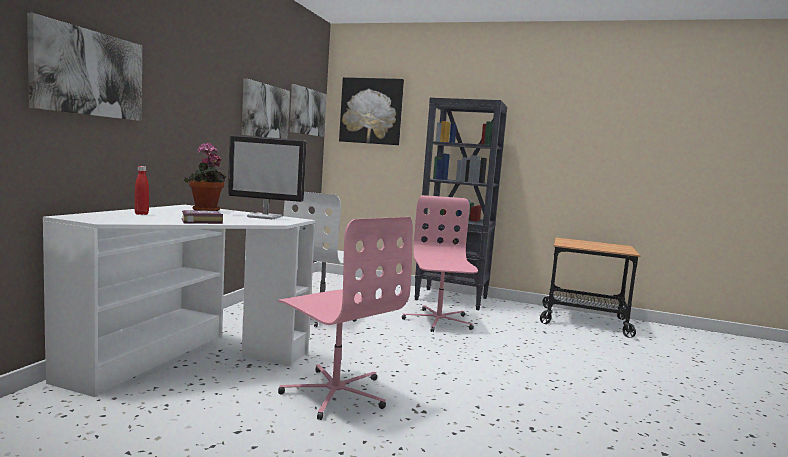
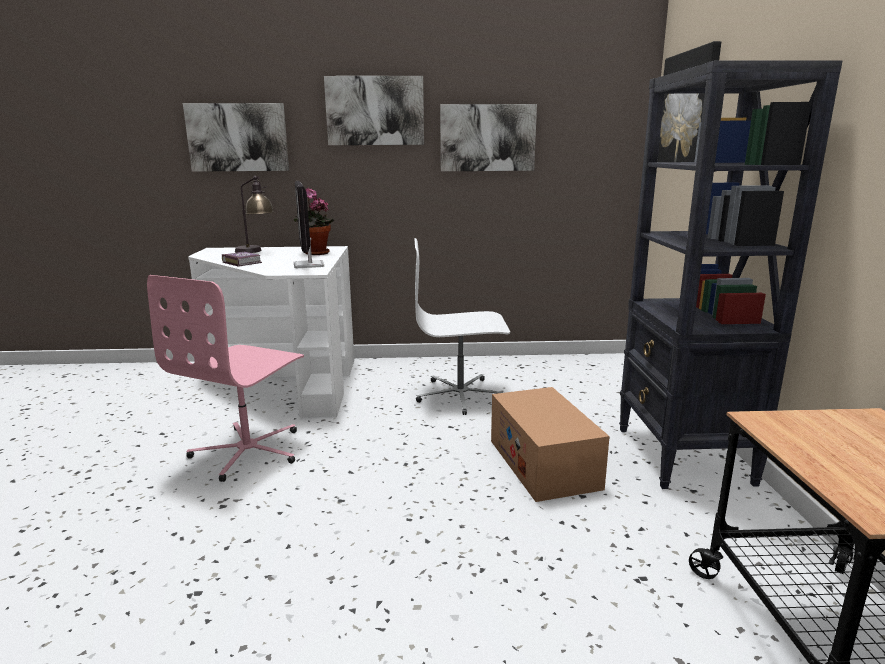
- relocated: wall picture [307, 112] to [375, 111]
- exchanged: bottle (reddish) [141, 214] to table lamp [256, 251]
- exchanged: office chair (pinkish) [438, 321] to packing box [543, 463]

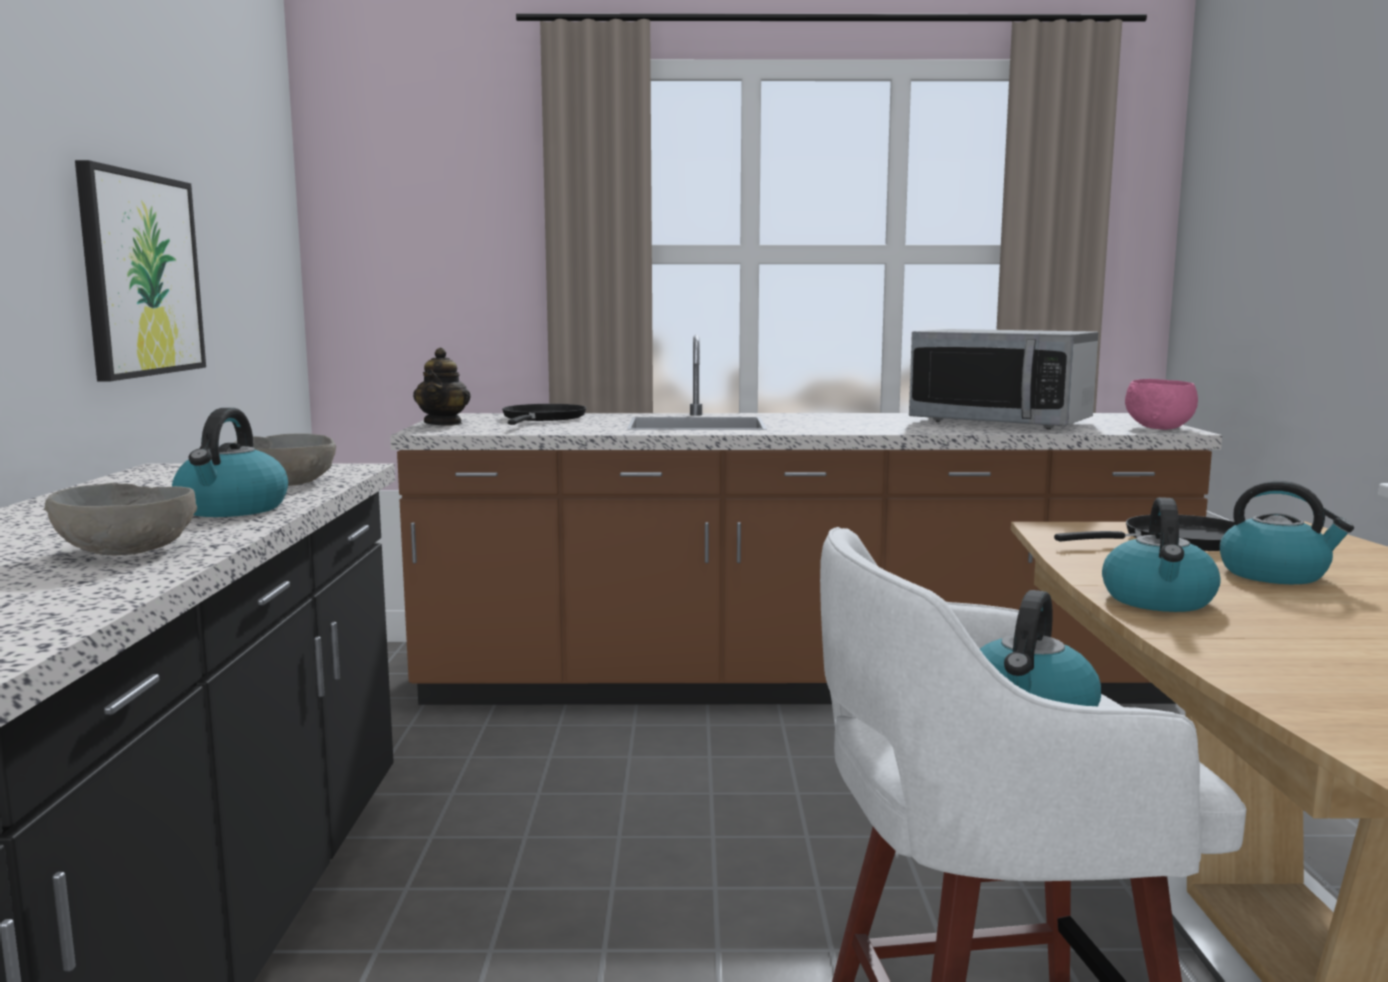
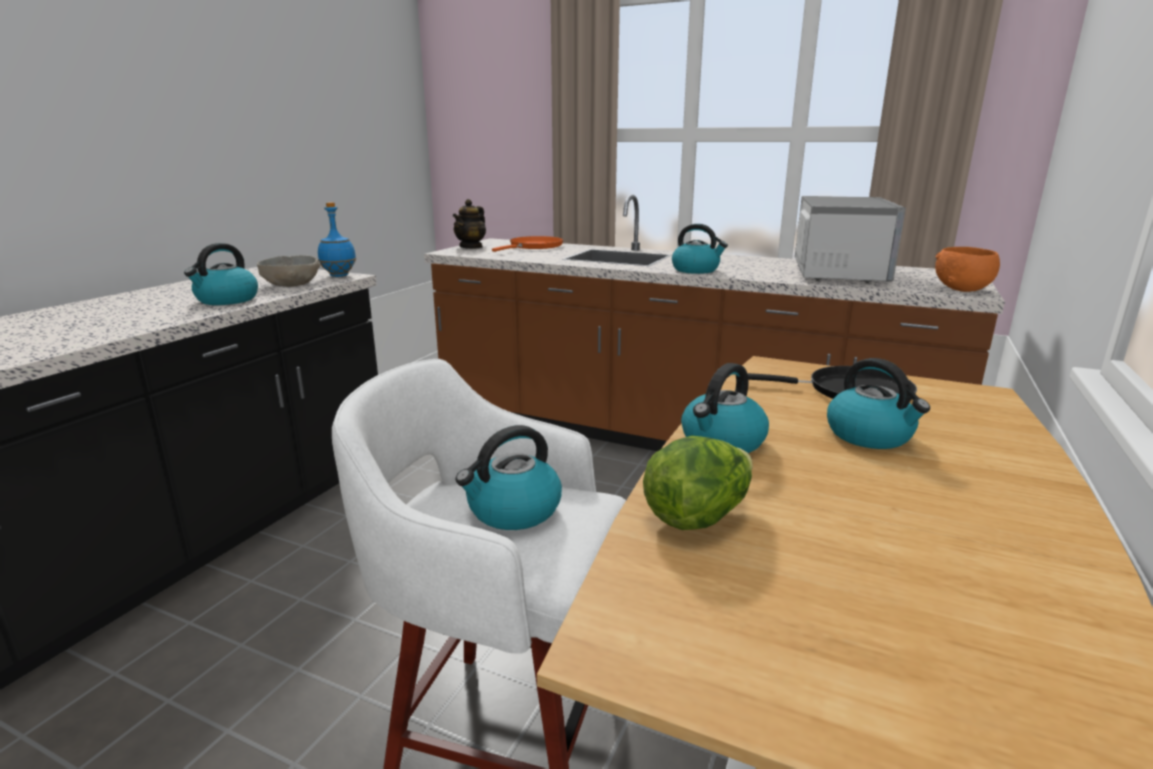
- missing: wall picture [141, 275]
- spun: microwave oven [1001, 422] = [837, 273] 135 degrees counterclockwise
- colour: bowl (pinkish) [1160, 428] to bowl (orangey) [963, 289]
- colour: frying pan (blackish) [542, 419] to frying pan (orangey) [534, 247]
- missing: bowl (gray) [129, 550]
- appeared: bottle (bluish) [339, 276]
- appeared: tea kettle [696, 270]
- appeared: lettuce head [698, 515]

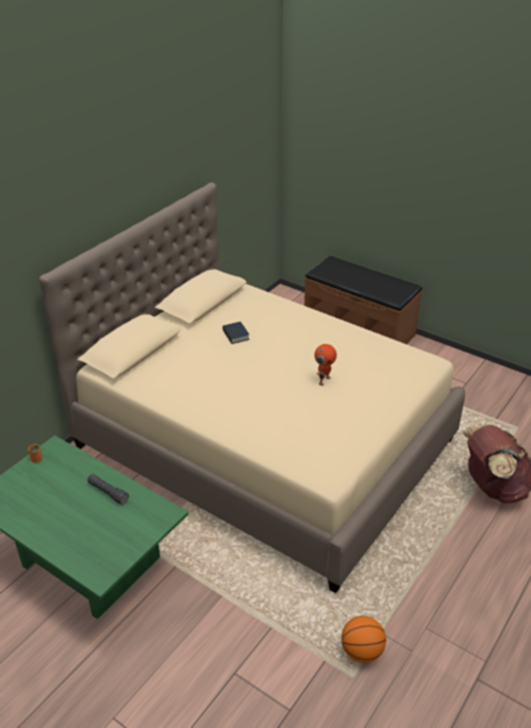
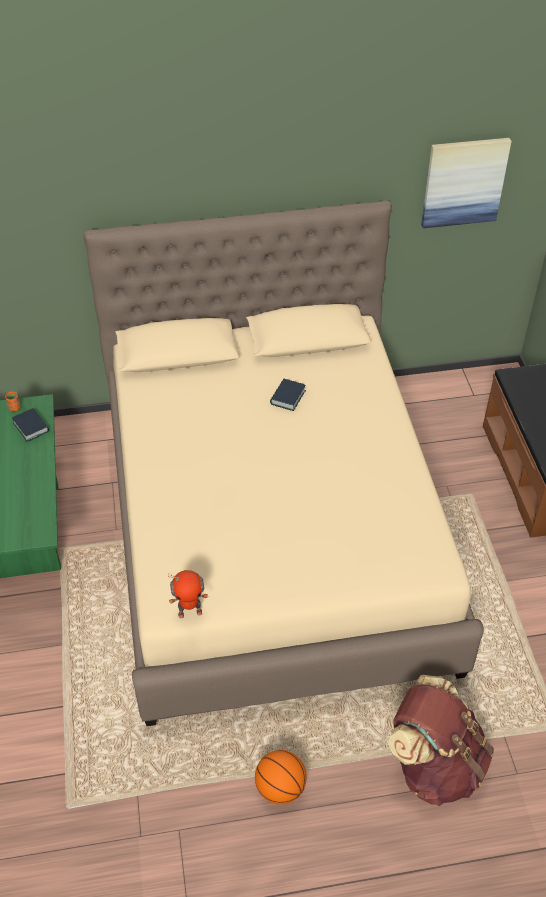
- relocated: toy robot [323, 380] to [190, 612]
- missing: hand torch (blackish) [108, 493]
- relocated: basketball ball [362, 651] to [280, 788]
- appeared: wall picture [464, 182]
- appeared: volume [31, 427]

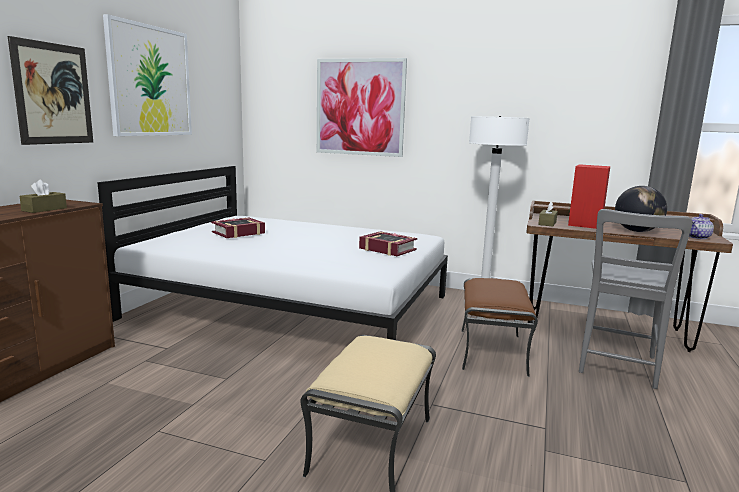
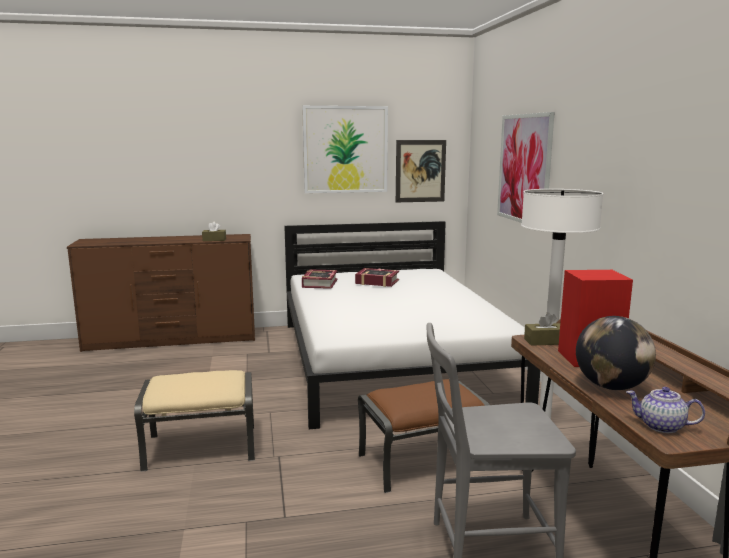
- relocated: wall picture [53, 94] to [420, 171]
- relocated: volume [387, 249] to [319, 283]

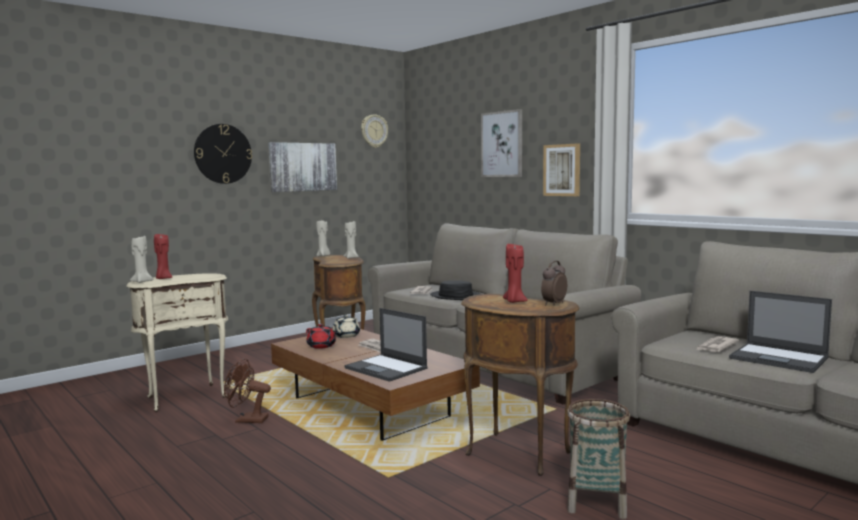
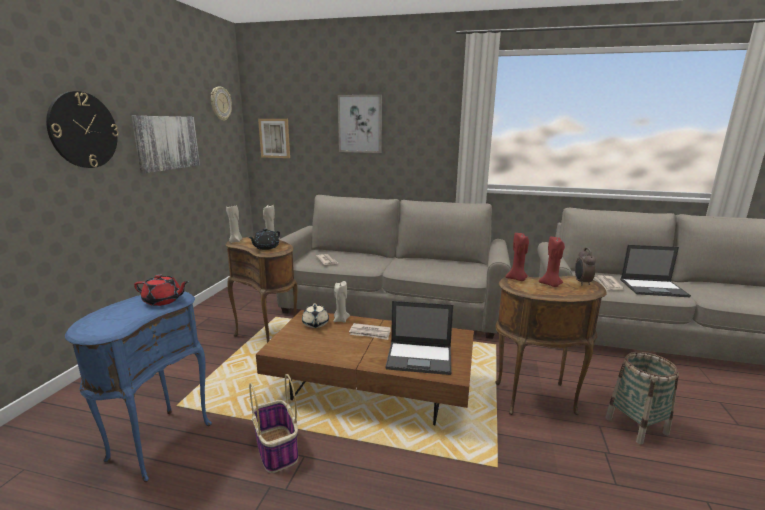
- relocated: wall picture [562, 170] to [275, 138]
- relocated: wax candle (reddish) [163, 278] to [517, 279]
- relocated: wax candle (beige-coloured) [142, 281] to [340, 320]
- colour: accent table (beige-coloured) [185, 397] to accent table (bluish) [157, 442]
- missing: hat (blackish) [455, 296]
- relocated: tea pot (reddish) [321, 346] to [163, 301]
- exchanged: cooling fan (brownish) [247, 420] to storage basket [277, 449]
- appeared: tea pot (blackish) [265, 247]

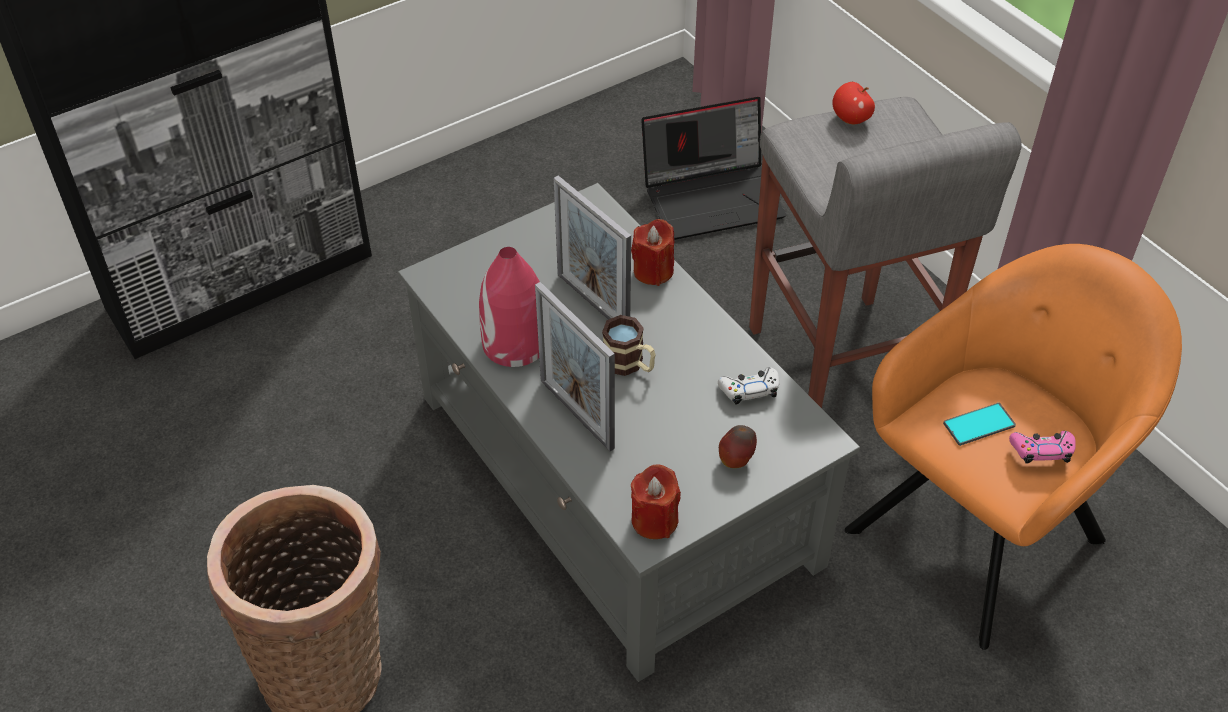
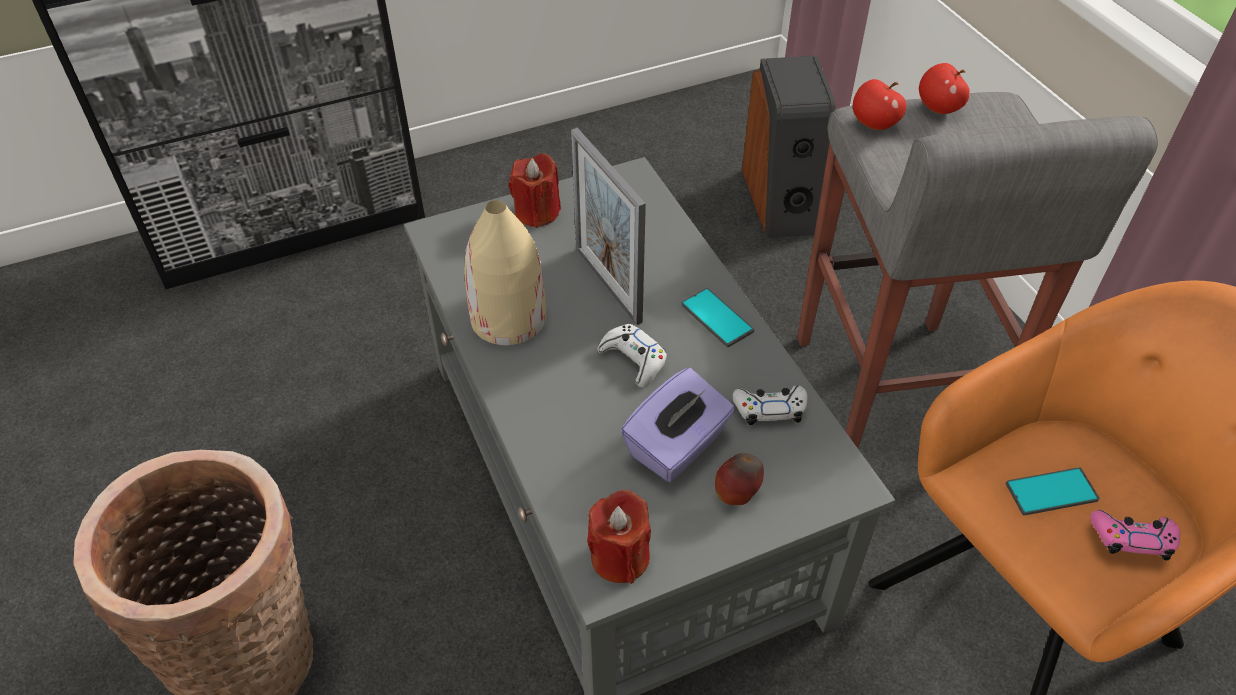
- exchanged: notebook computer [713, 197] to speaker [783, 200]
- relocated: wax candle (reddish) [653, 271] to [537, 212]
- colour: vase (reddish) [514, 343] to vase (beige-coloured) [508, 318]
- missing: photo frame [576, 414]
- exchanged: tea mug [630, 364] to game controller (white) [633, 360]
- appeared: apple fruit [874, 124]
- appeared: telephone [717, 318]
- appeared: tissue holder (purplish) [677, 446]

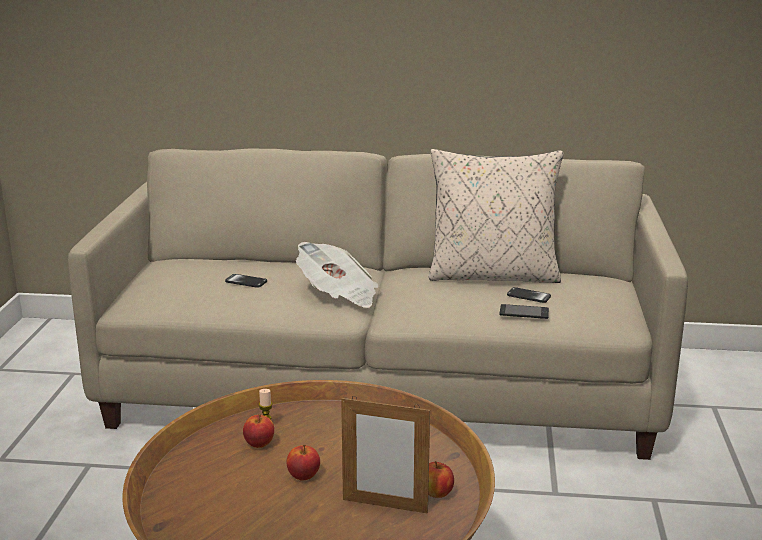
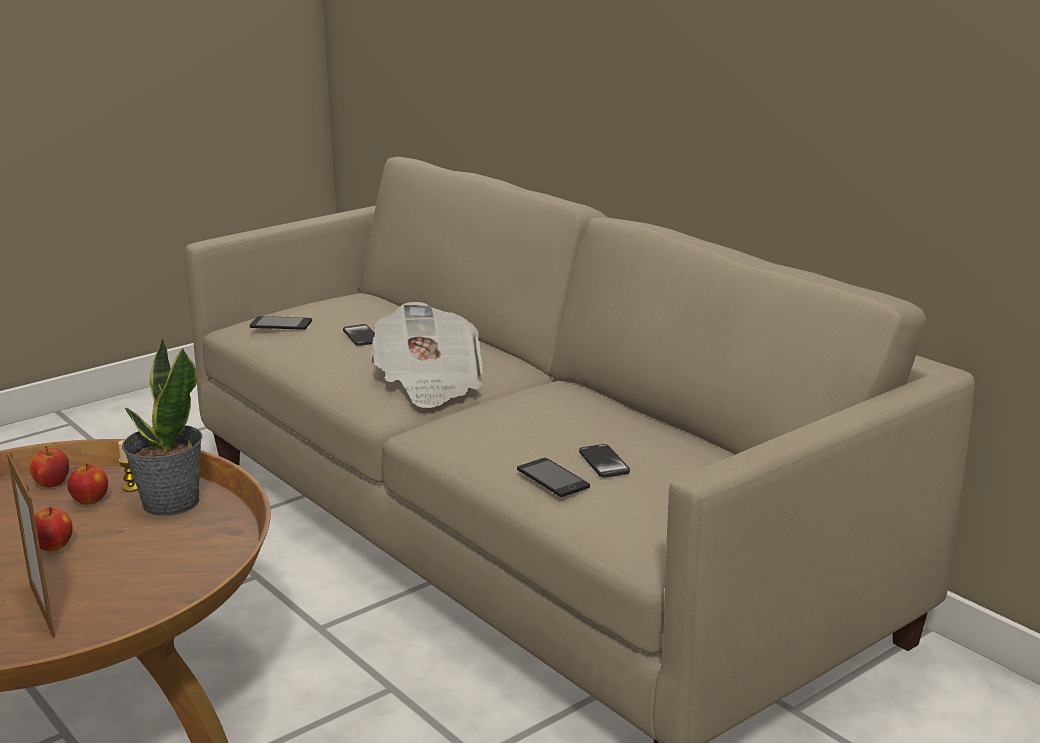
- missing: throw pillow (beige-coloured) [493, 275]
- relocated: apple fruit [437, 493] to [52, 484]
- appeared: telephone [281, 324]
- appeared: potted plant [170, 503]

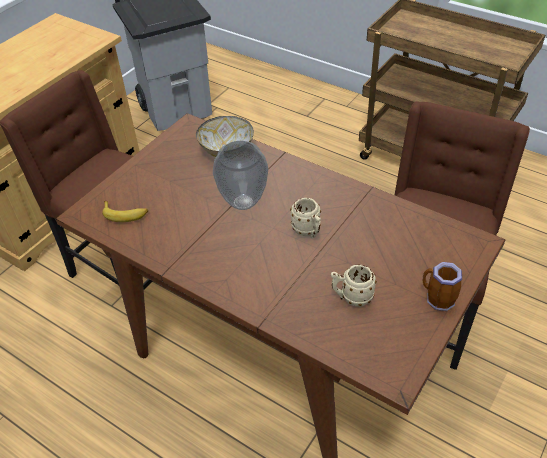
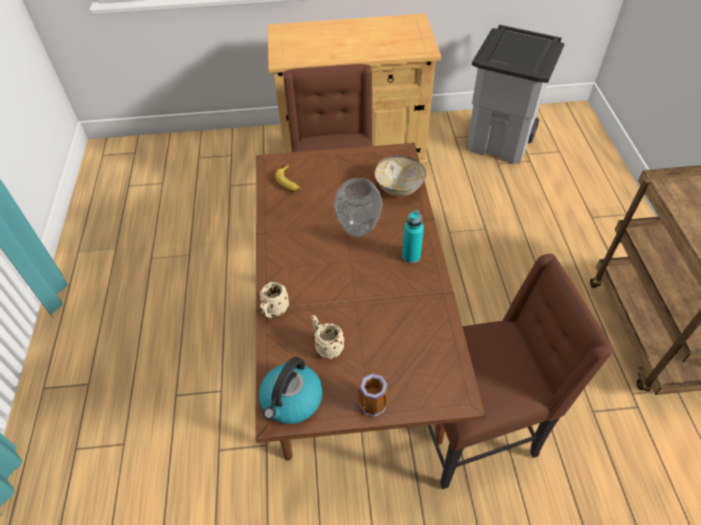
- relocated: tea mug (beige-coloured) [308, 232] to [274, 311]
- appeared: bottle (blue-green) [411, 256]
- appeared: tea kettle [291, 400]

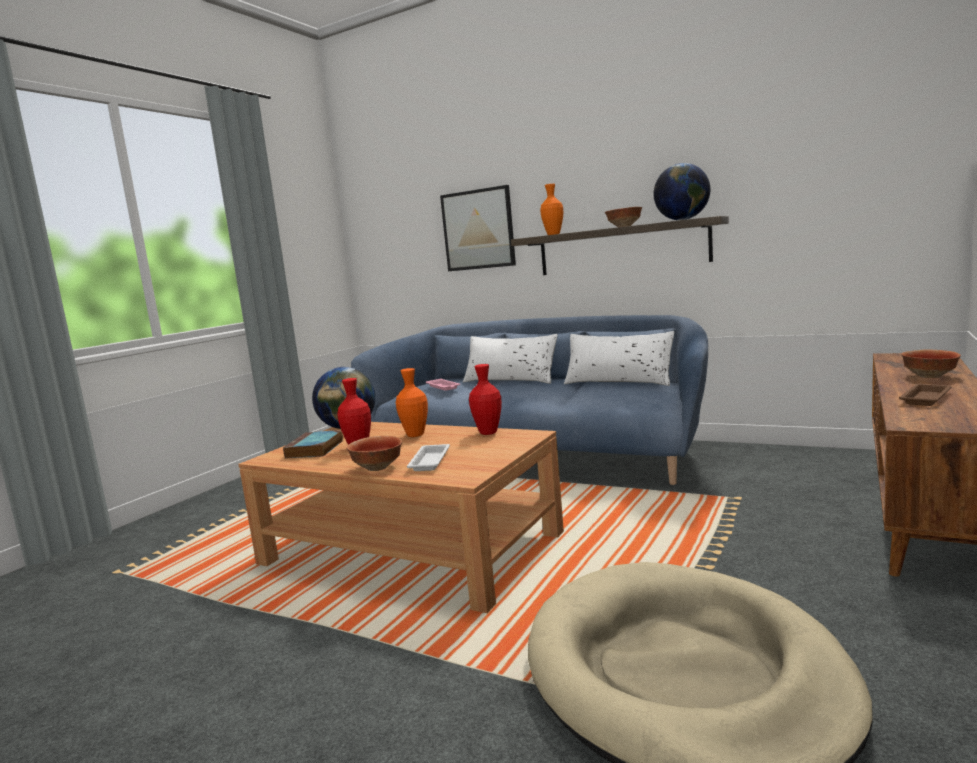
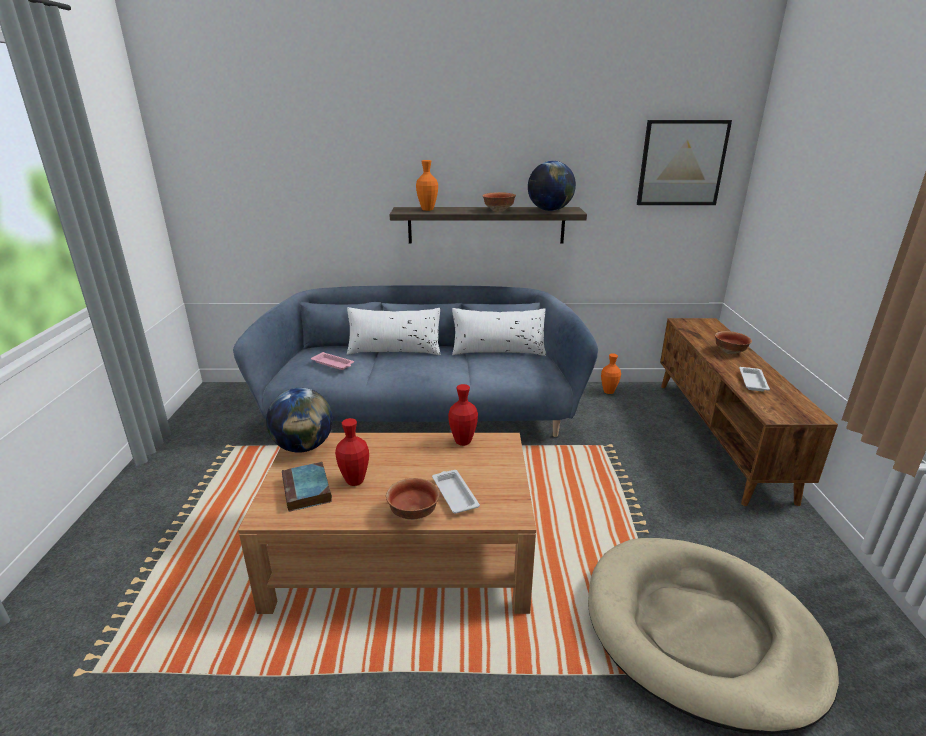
- relocated: wall picture [478, 229] to [681, 163]
- relocated: vase (orangey) [415, 435] to [608, 392]
- colour: tray (brownish) [926, 398] to tray (white) [752, 381]

